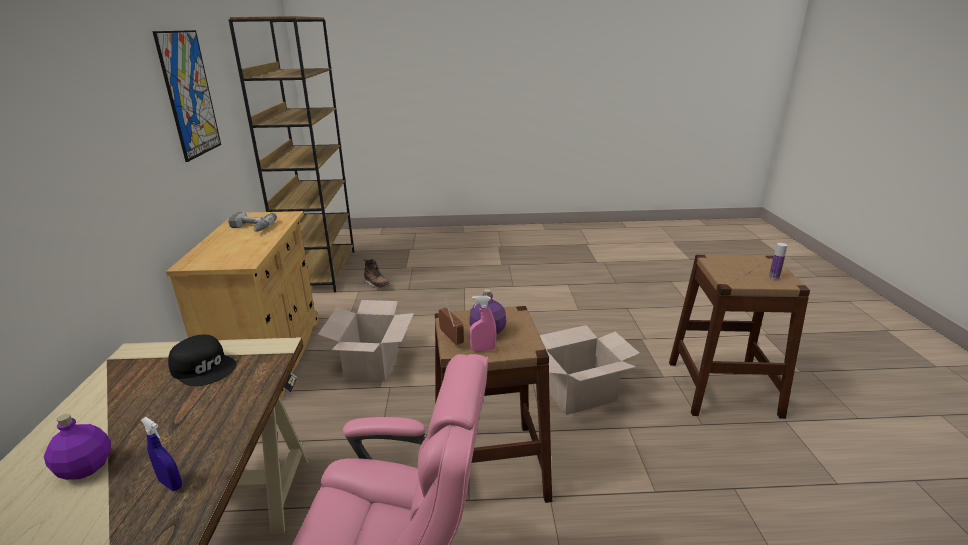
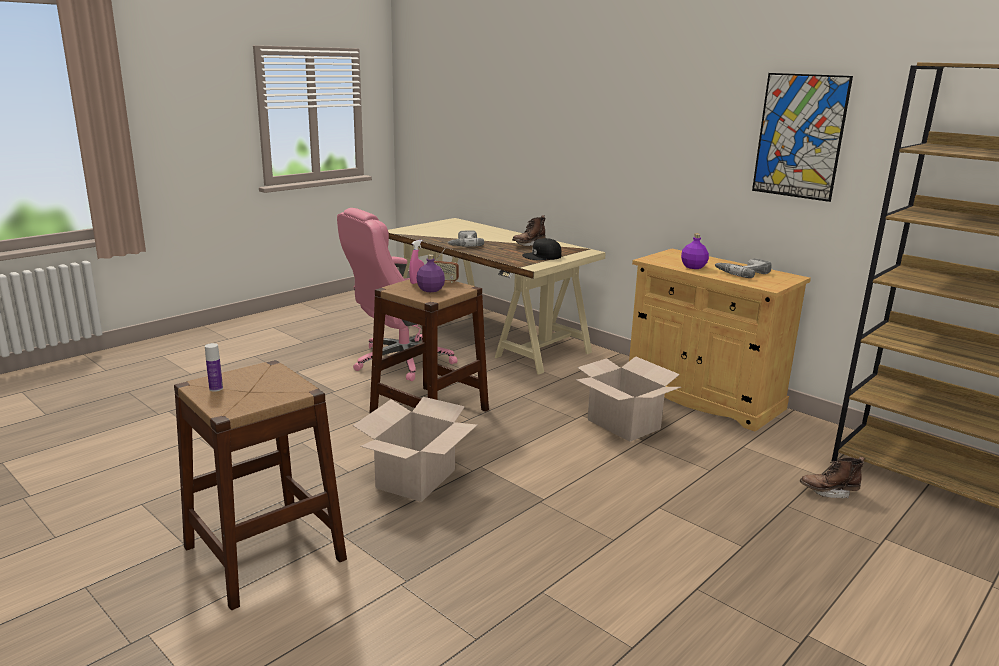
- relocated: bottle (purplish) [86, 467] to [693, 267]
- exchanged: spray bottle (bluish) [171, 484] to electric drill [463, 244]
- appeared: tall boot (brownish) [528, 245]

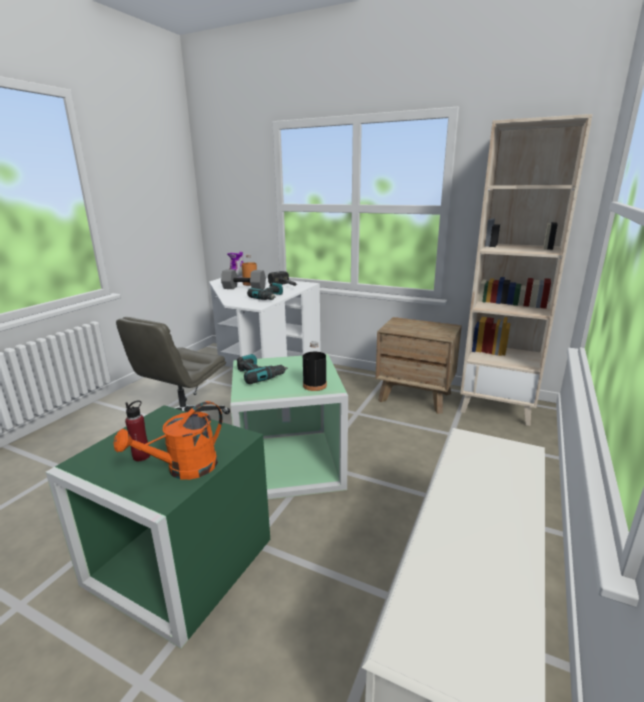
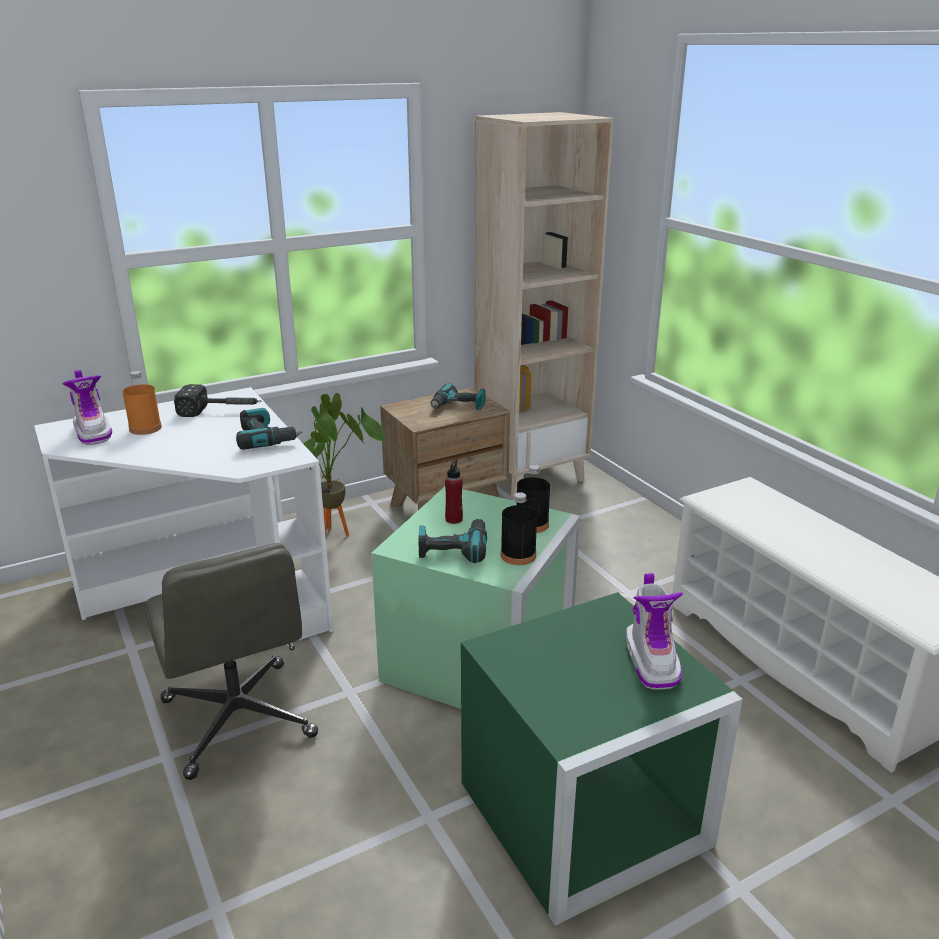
- missing: hand weight (gray) [245, 288]
- relocated: bottle (reddish) [141, 456] to [454, 519]
- exchanged: watering pot (orangey) [184, 469] to tall boot [652, 660]
- appeared: electric drill [458, 406]
- appeared: potted plant [340, 532]
- appeared: bottle (blackish) [518, 555]

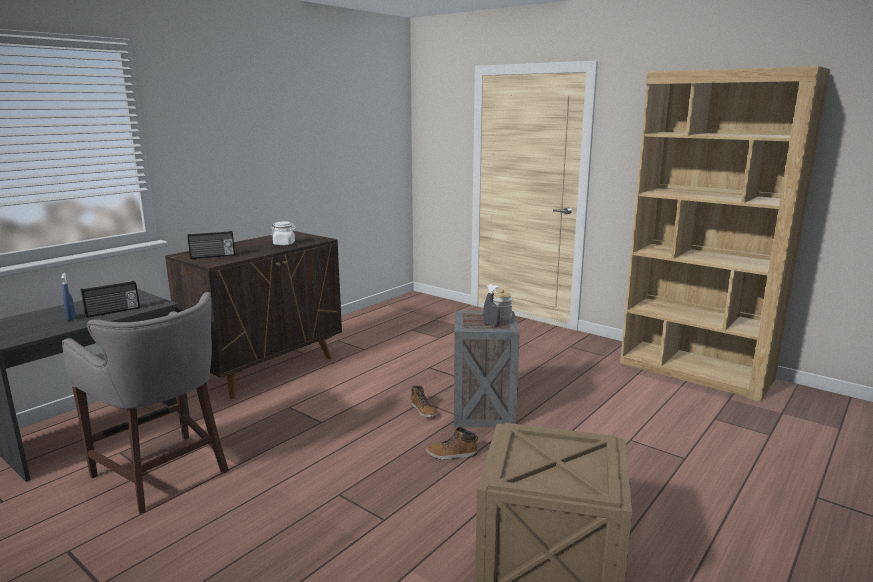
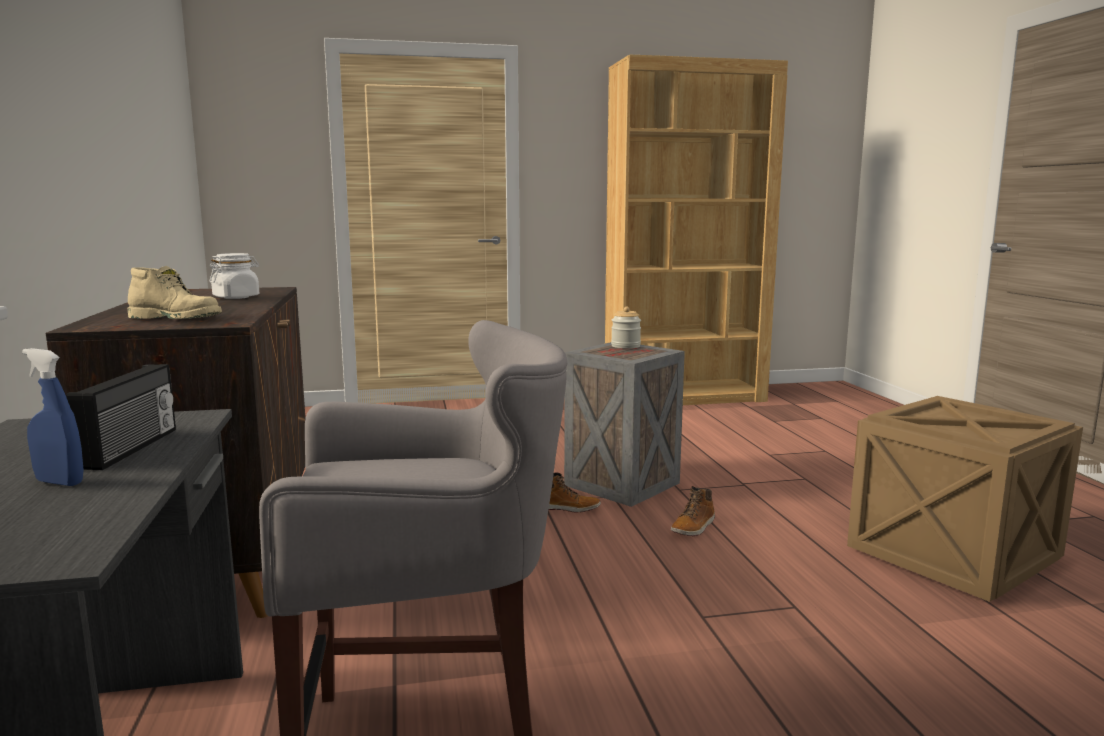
- exchanged: radio receiver [212, 256] to tall boot (beige-coloured) [177, 319]
- missing: spray bottle (gray) [491, 325]

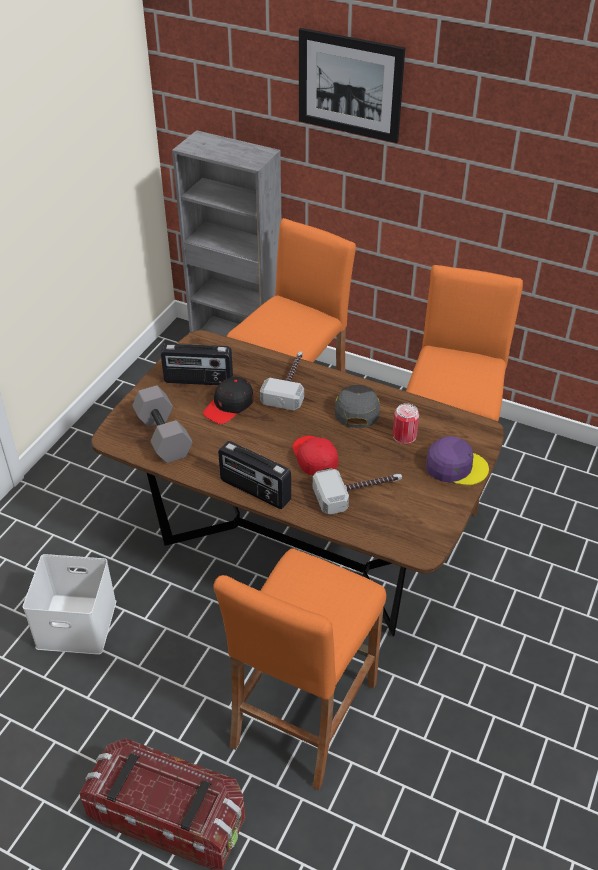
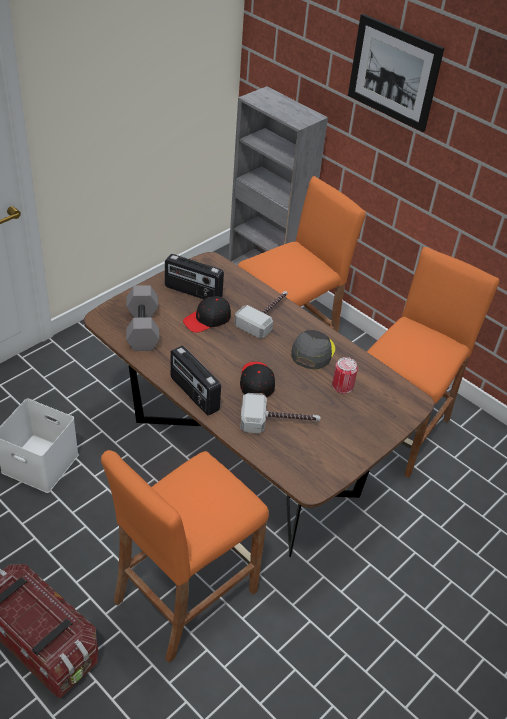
- colour: peaked cap (reddish) [314, 458] to peaked cap (blackish) [256, 382]
- missing: peaked cap (purplish) [455, 466]

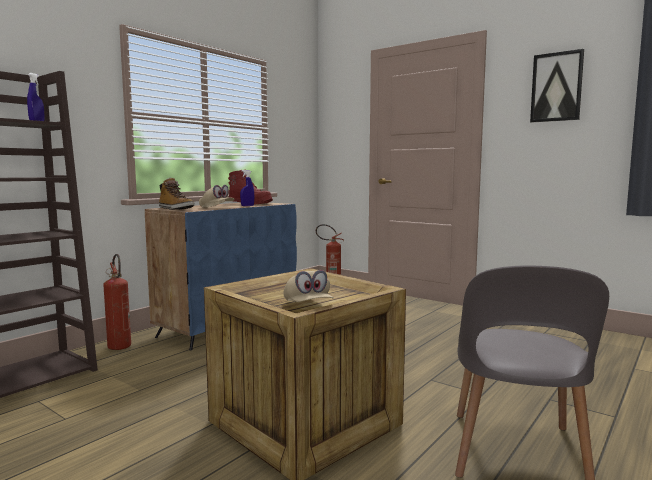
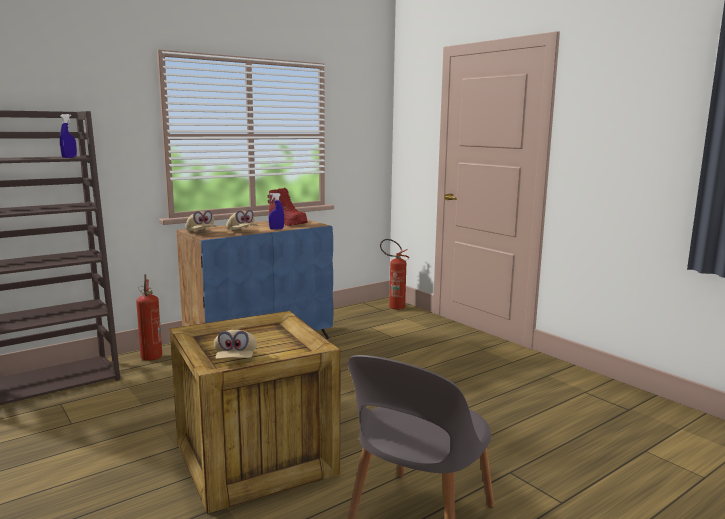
- missing: wall picture [556, 87]
- exchanged: tall boot [175, 209] to peaked cap (beige-coloured) [201, 232]

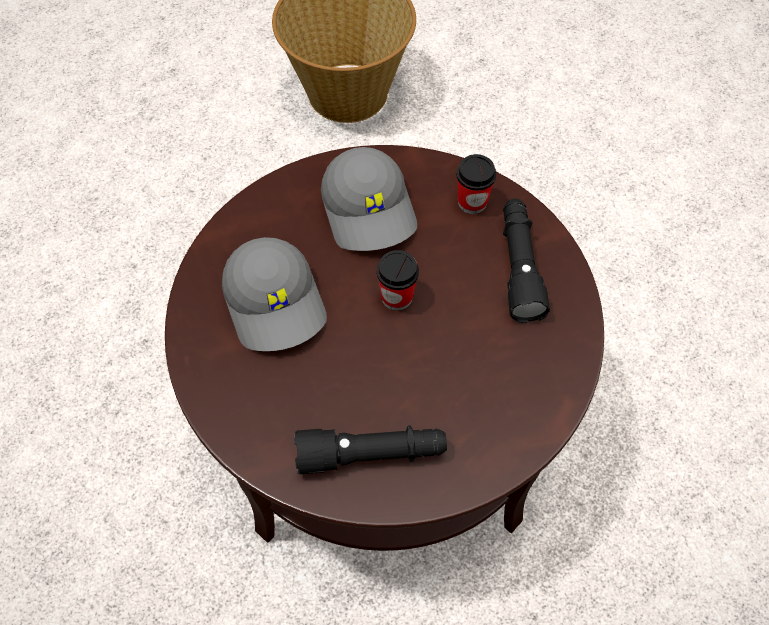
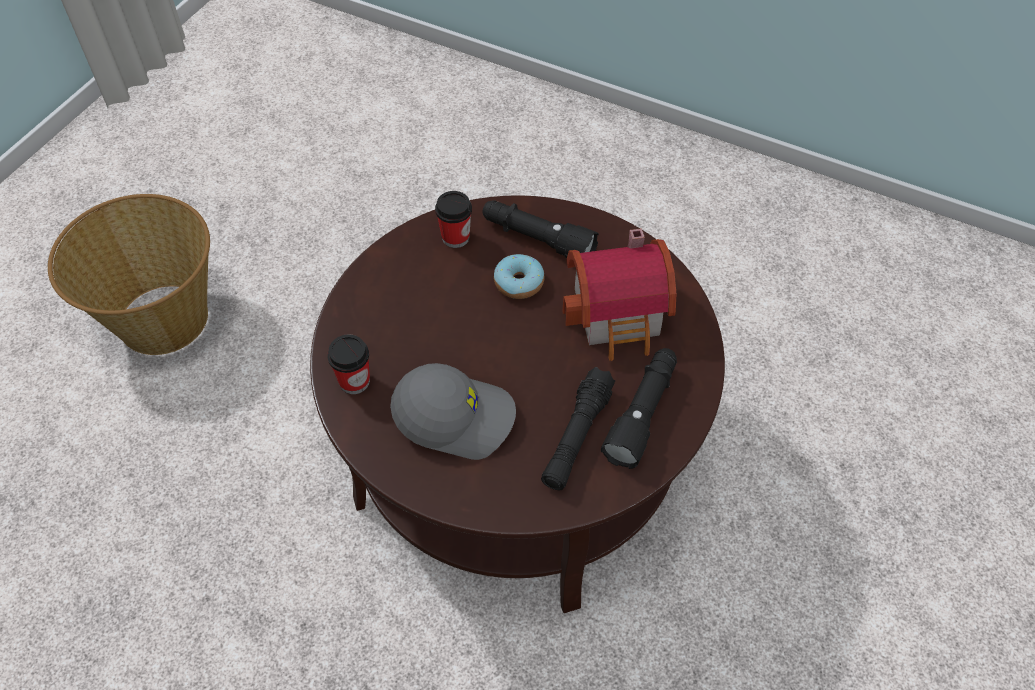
- missing: peaked cap (gray) [370, 210]
- relocated: drinking cup [397, 297] to [354, 381]
- appeared: toy house [620, 316]
- appeared: donut [519, 283]
- appeared: hand torch (blackish) [577, 436]

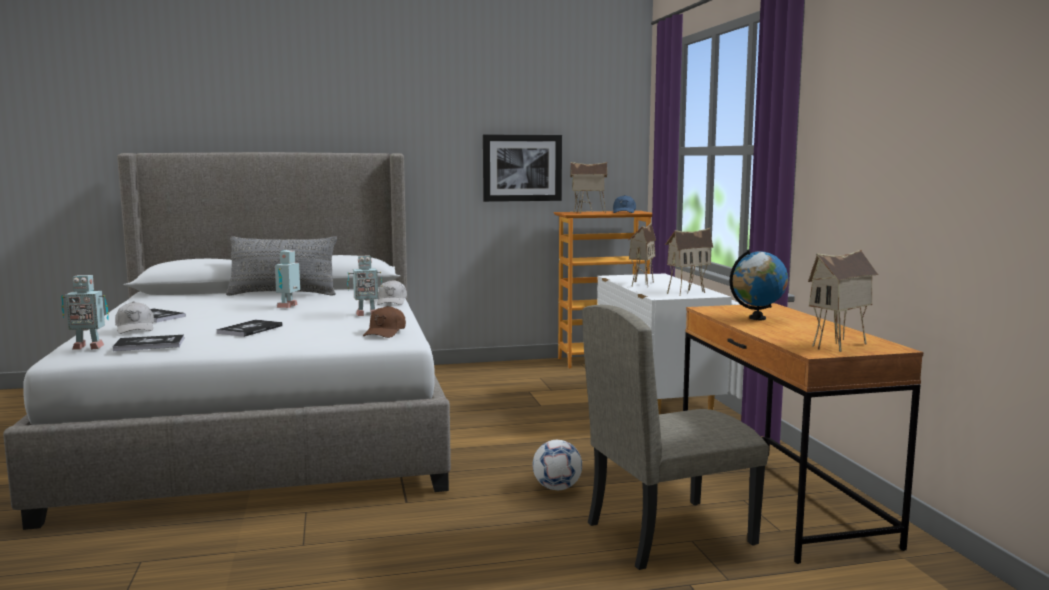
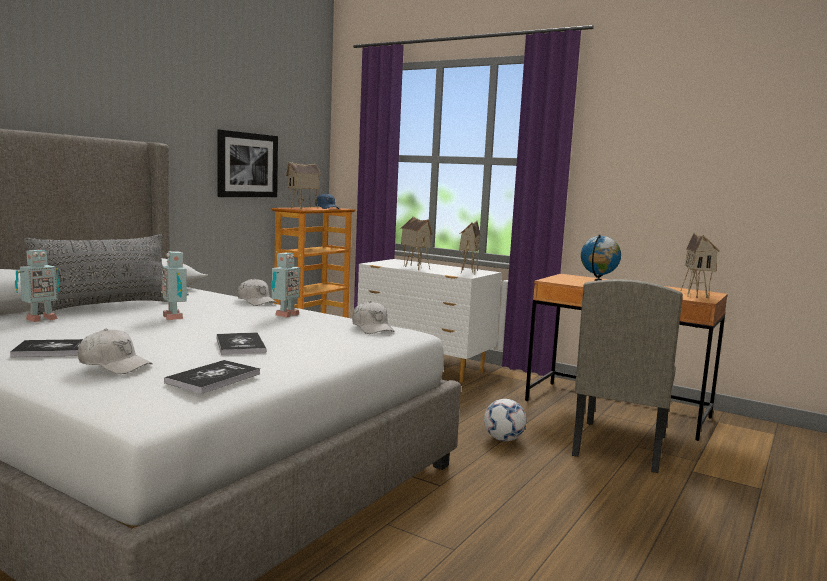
- relocated: toy robot [88, 347] to [39, 319]
- colour: peaked cap (brownish) [385, 332] to peaked cap (white) [372, 328]

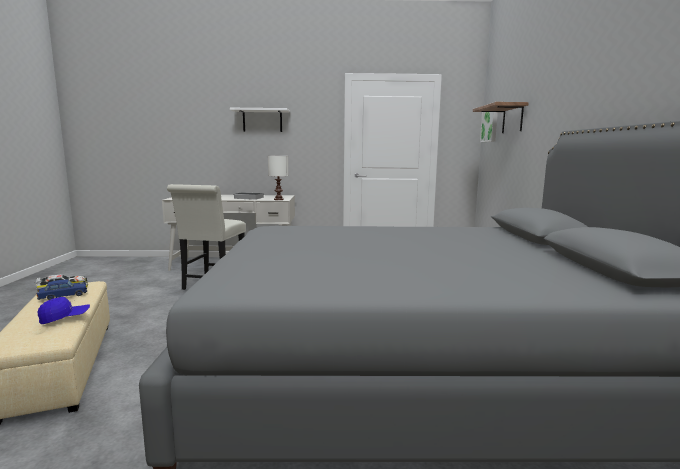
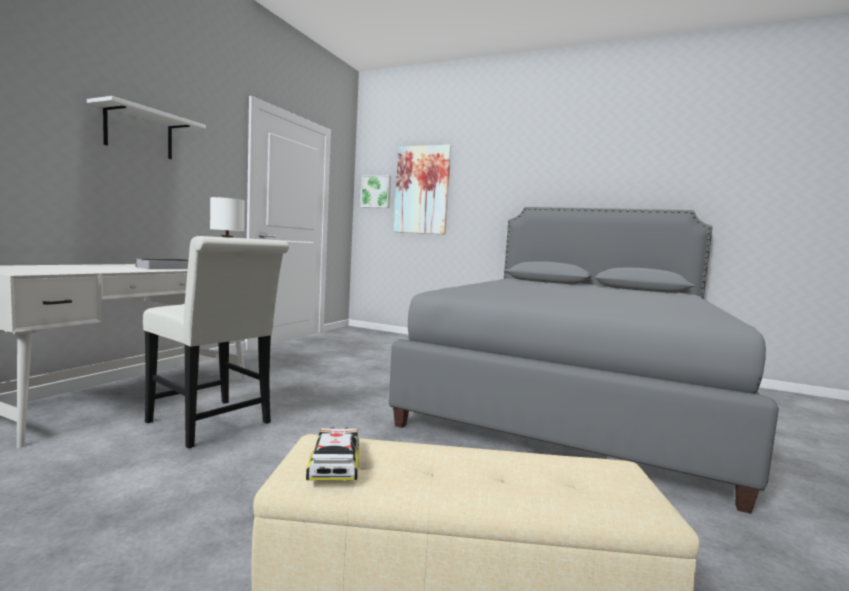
- exchanged: bracket shelf [512, 119] to wall picture [422, 190]
- missing: model car (bluish) [63, 296]
- missing: peaked cap (bluish) [65, 318]

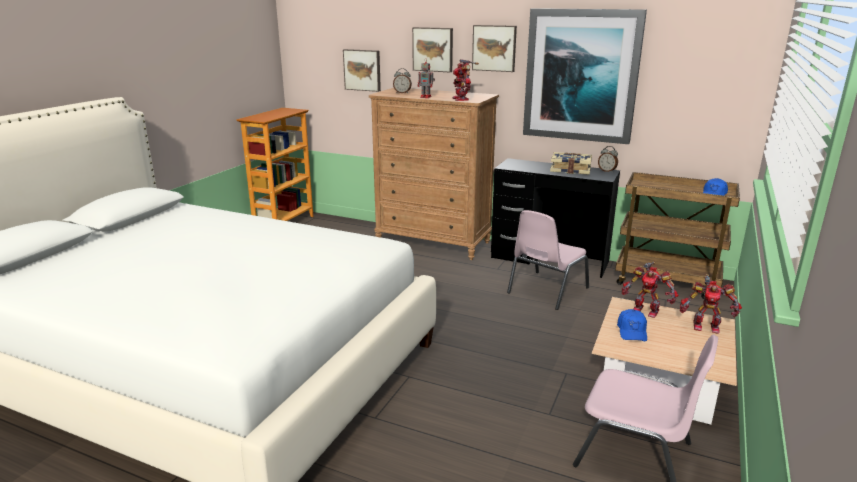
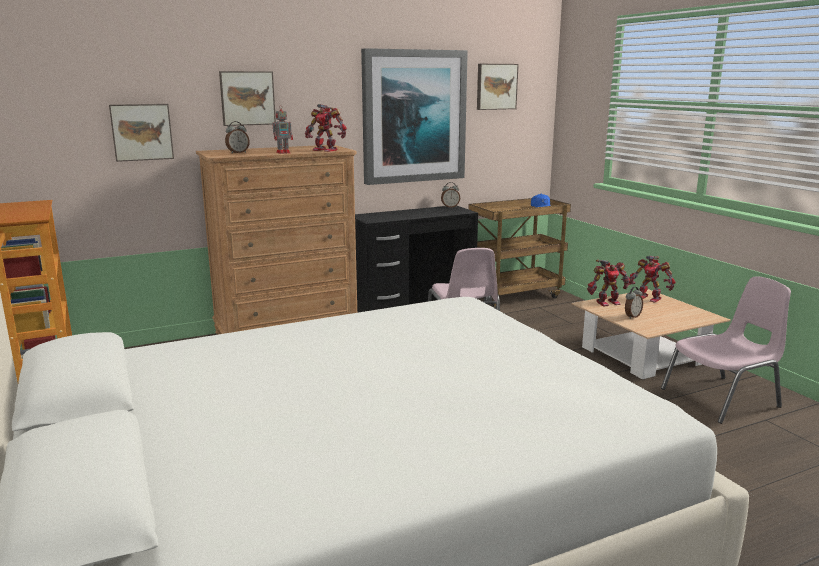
- relocated: wall picture [494, 48] to [496, 86]
- missing: volume [570, 170]
- spun: toy robot [705, 326] = [649, 298] 75 degrees clockwise
- exchanged: peaked cap (bluish) [632, 331] to bedside clock [632, 316]

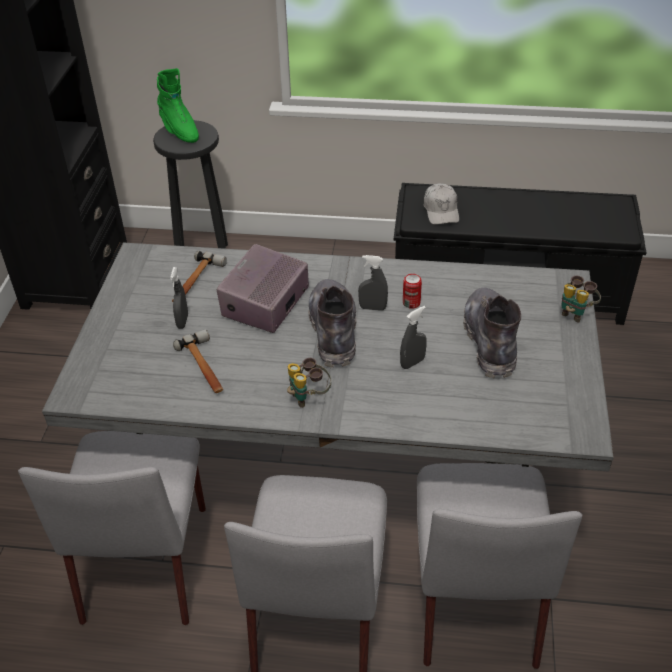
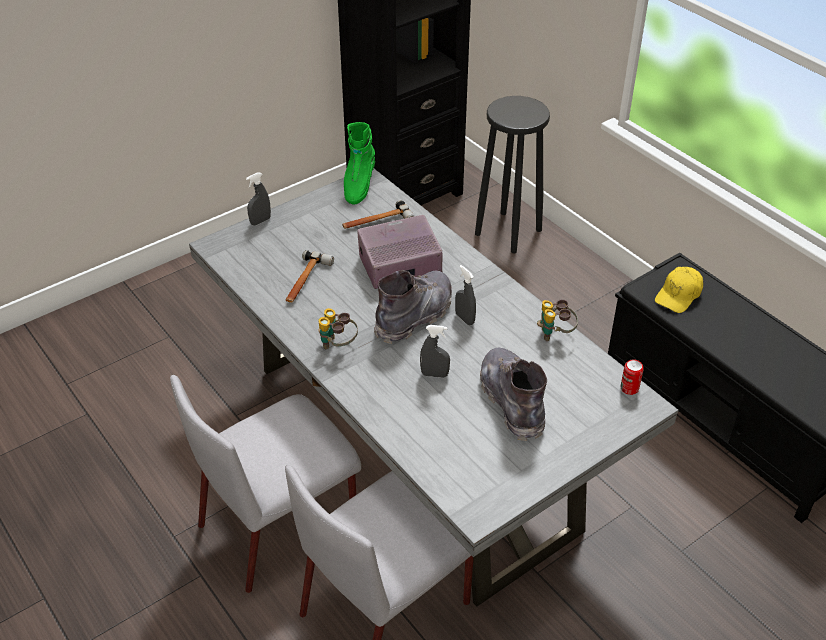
- relocated: tall boot (green) [179, 130] to [358, 185]
- colour: peaked cap (white) [441, 210] to peaked cap (yellow-coloured) [679, 295]
- relocated: spray bottle (gray) [182, 321] to [260, 221]
- relocated: can [411, 303] to [629, 388]
- relocated: binoculars [575, 312] to [555, 334]
- spun: tall boot (gray) [490, 341] = [512, 401] 60 degrees counterclockwise
- missing: plain chair (gray) [146, 560]

